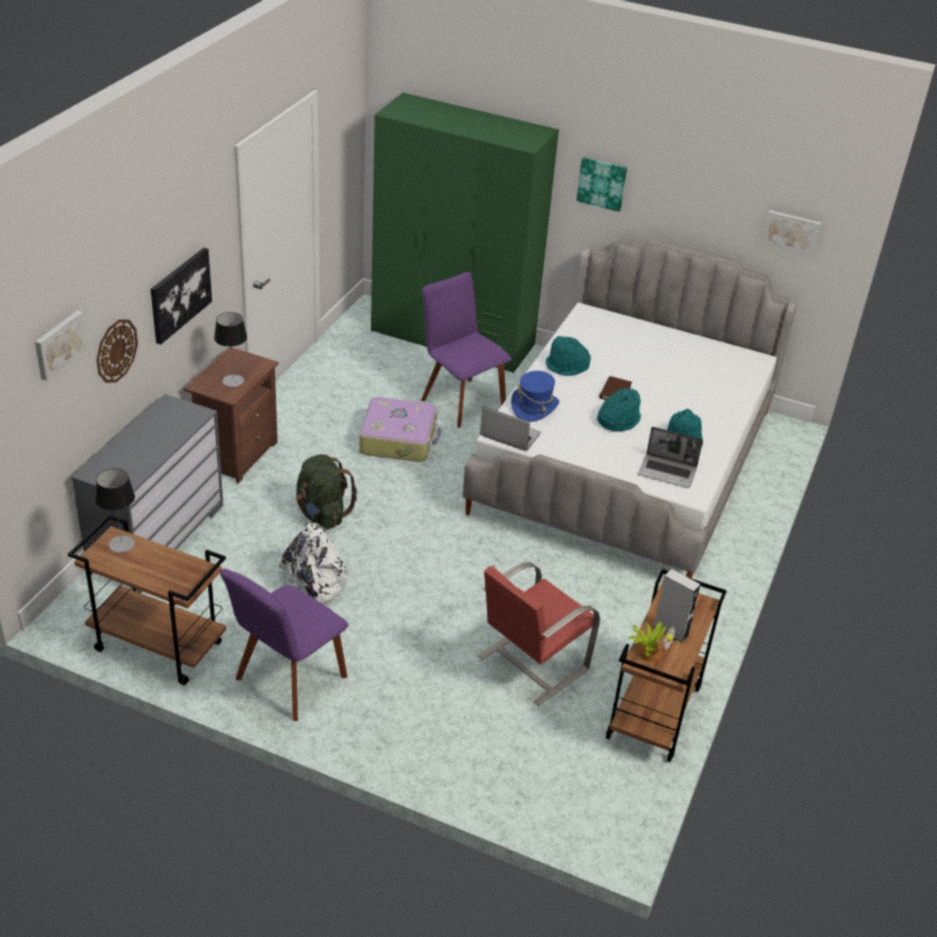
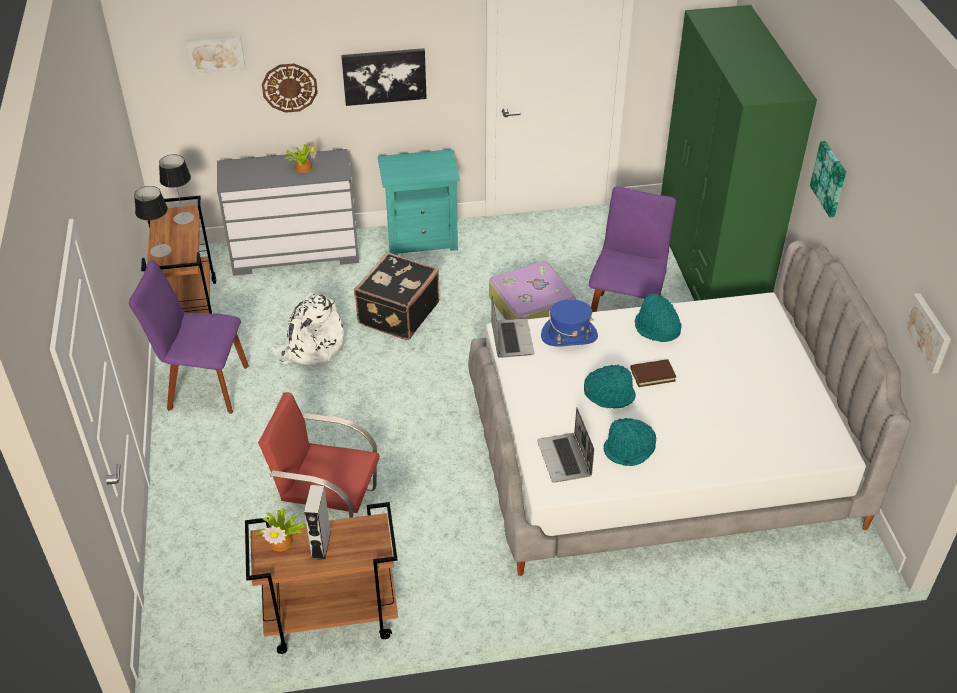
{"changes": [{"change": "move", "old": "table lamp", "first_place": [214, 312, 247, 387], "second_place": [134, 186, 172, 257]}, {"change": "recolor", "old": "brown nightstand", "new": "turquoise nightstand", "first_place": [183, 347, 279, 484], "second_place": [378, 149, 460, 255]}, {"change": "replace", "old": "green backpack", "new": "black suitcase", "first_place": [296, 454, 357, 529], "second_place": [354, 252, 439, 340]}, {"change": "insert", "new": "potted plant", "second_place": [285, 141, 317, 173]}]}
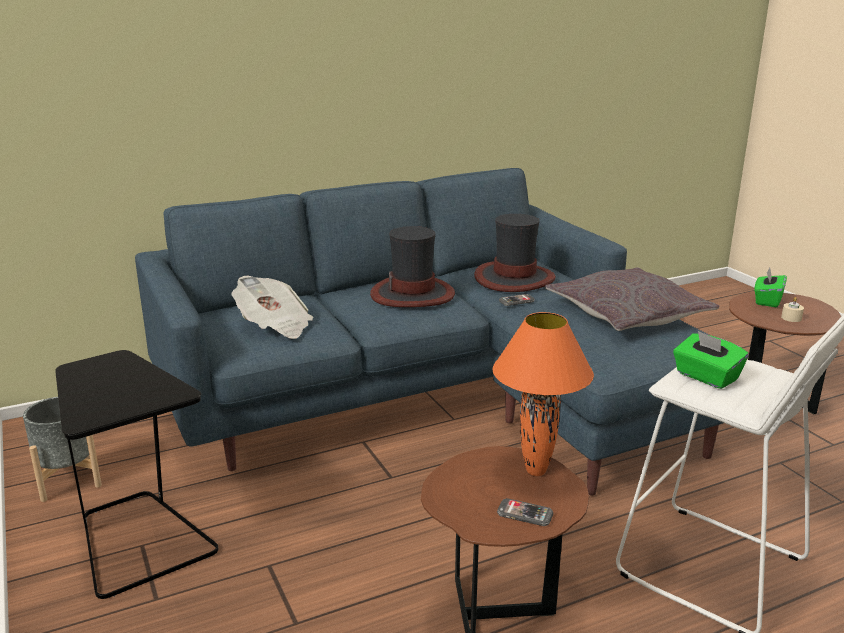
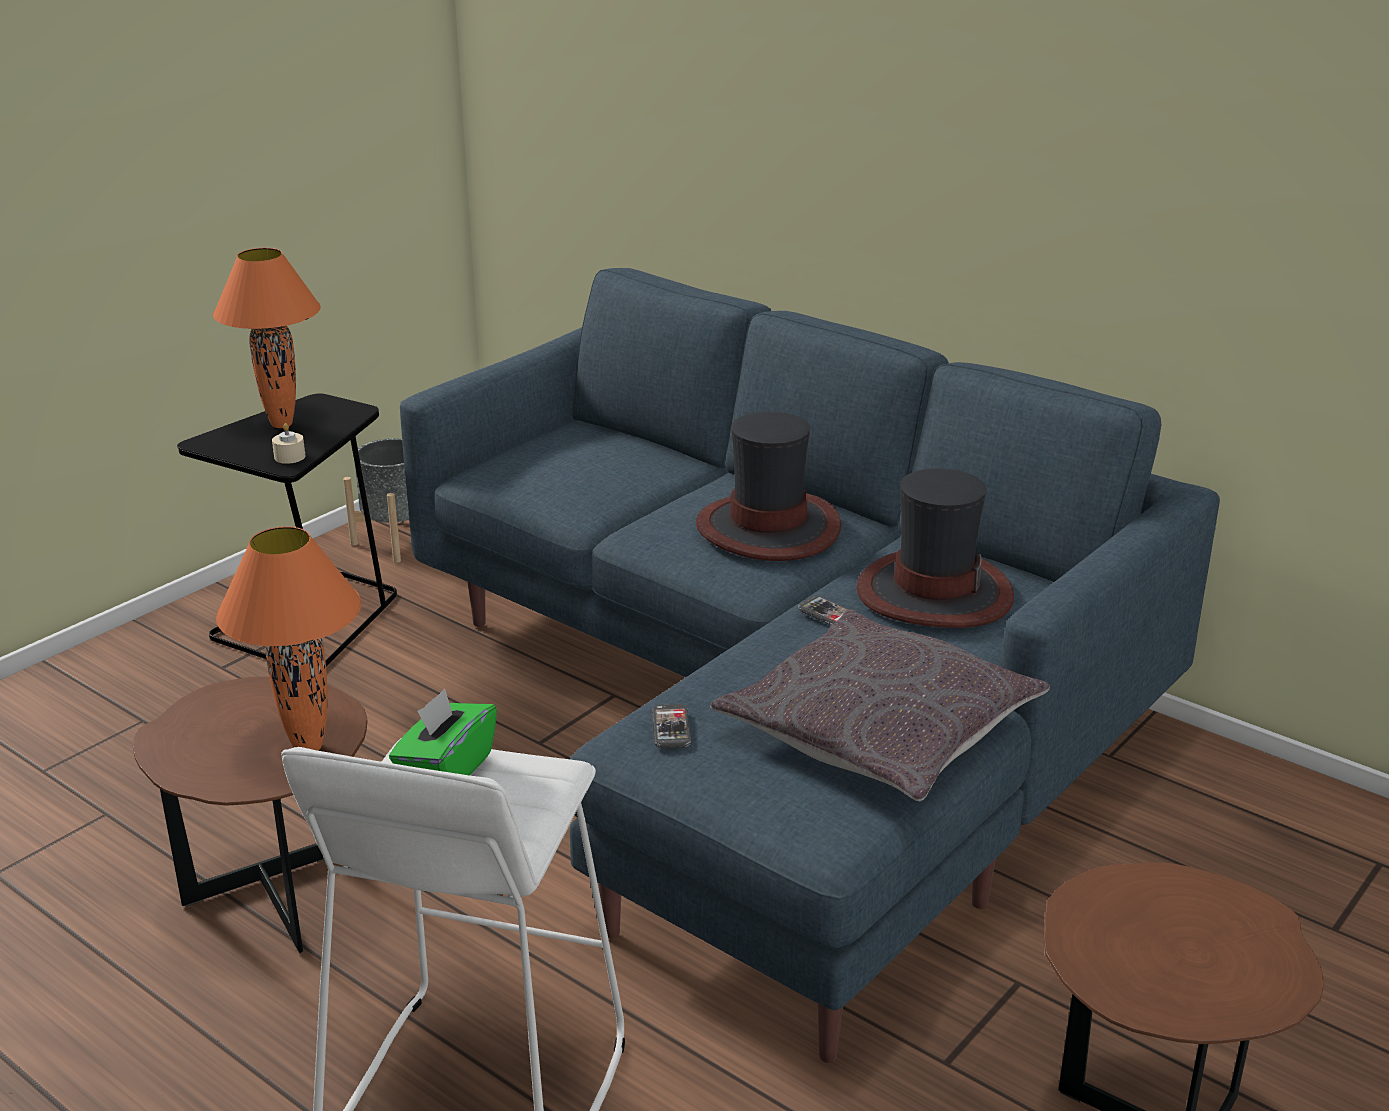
{"changes": [{"change": "delete", "old": "green tissue box", "first_place": [754, 268, 787, 308]}, {"change": "delete", "old": "newspaper", "first_place": [232, 276, 313, 339]}, {"change": "move", "old": "beige candle", "first_place": [781, 297, 804, 322], "second_place": [272, 423, 305, 464]}, {"change": "move", "old": "phone", "first_place": [497, 498, 553, 526], "second_place": [652, 704, 691, 748]}, {"change": "insert", "new": "orange table lamp", "second_place": [213, 248, 321, 428]}]}
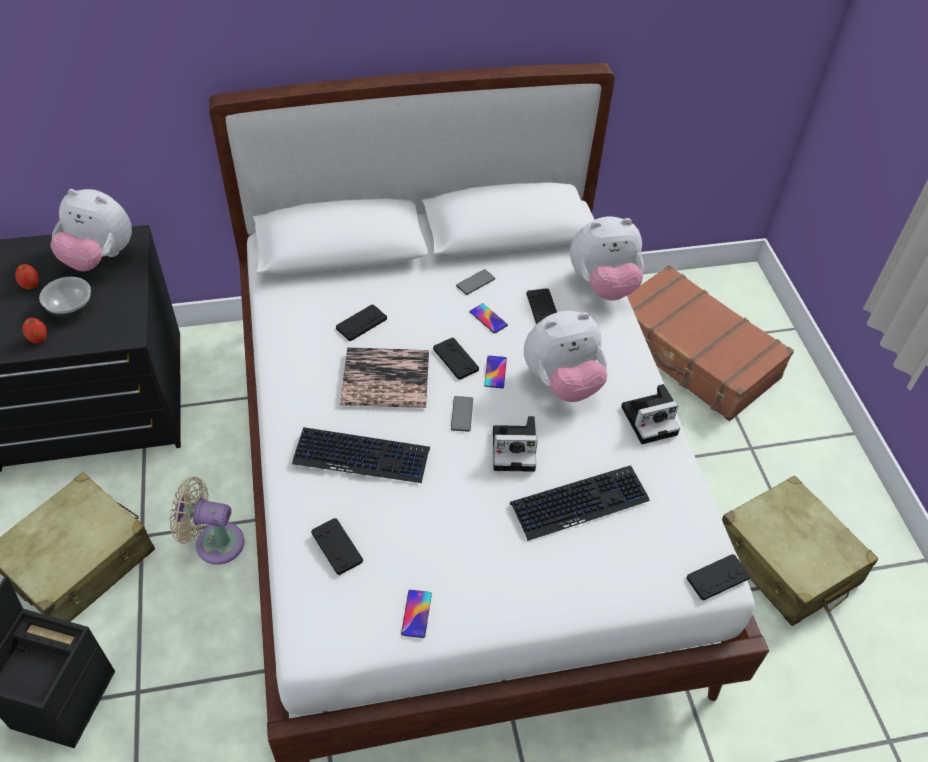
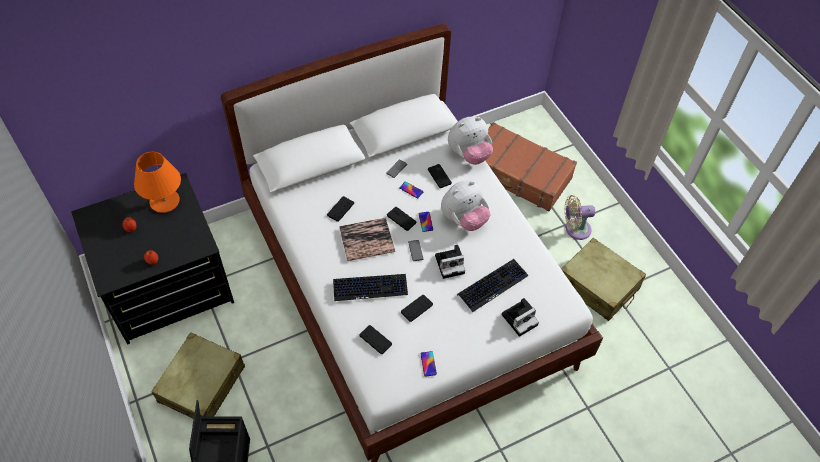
{"changes": [{"change": "replace", "old": "plush toy", "new": "orange table lamp", "first_place": [50, 189, 132, 271], "second_place": [134, 152, 181, 213]}, {"change": "delete", "old": "bowl", "first_place": [39, 277, 91, 318]}, {"change": "move", "old": "photo camera", "first_place": [621, 384, 680, 444], "second_place": [502, 298, 539, 337]}, {"change": "move", "old": "beige fan", "first_place": [170, 477, 245, 565], "second_place": [564, 195, 595, 240]}, {"change": "move", "old": "black game controller", "first_place": [687, 554, 750, 600], "second_place": [401, 295, 433, 322]}]}
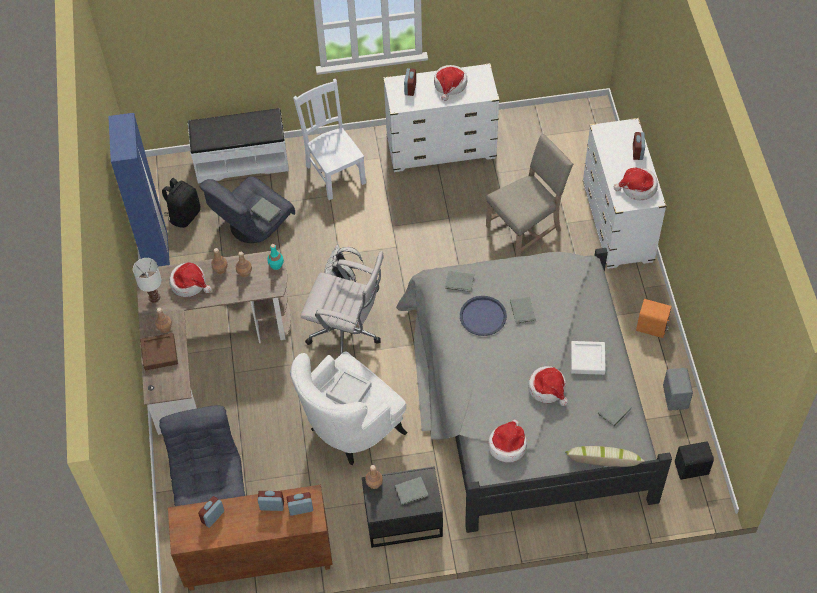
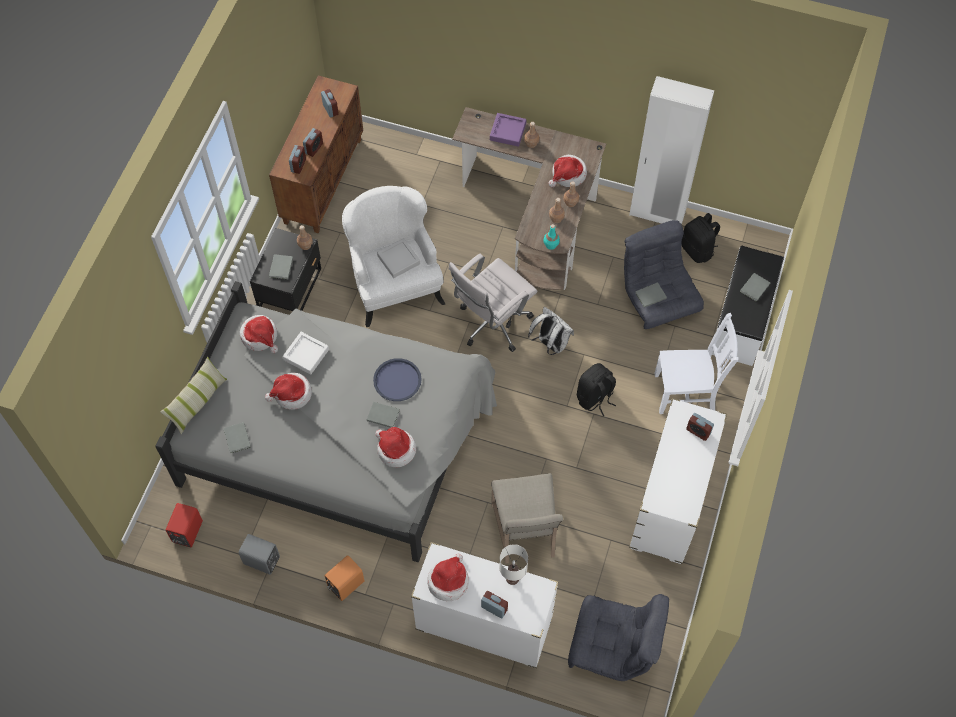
{"changes": [{"change": "move", "old": "hat", "first_place": [434, 65, 467, 101], "second_place": [375, 427, 416, 467]}, {"change": "recolor", "old": "blue wardrobe", "new": "white wardrobe", "first_place": [108, 113, 170, 273], "second_place": [629, 76, 714, 224]}, {"change": "move", "old": "white table lamp", "first_place": [133, 258, 162, 302], "second_place": [499, 544, 528, 585]}, {"change": "move", "old": "grey book", "first_place": [445, 271, 474, 292], "second_place": [740, 273, 770, 302]}, {"change": "recolor", "old": "brown tray", "new": "purple tray", "first_place": [140, 333, 178, 370], "second_place": [490, 113, 526, 147]}, {"change": "move", "old": "white tray", "first_place": [571, 341, 606, 375], "second_place": [283, 332, 329, 375]}, {"change": "move", "old": "grey armchair", "first_place": [159, 405, 245, 506], "second_place": [568, 594, 669, 681]}, {"change": "recolor", "old": "black speaker", "new": "red speaker", "first_place": [675, 441, 714, 480], "second_place": [165, 503, 203, 547]}, {"change": "insert", "new": "black backpack", "second_place": [577, 363, 616, 416]}]}
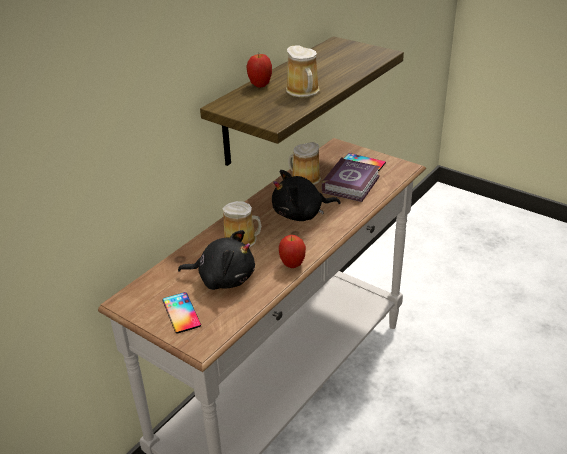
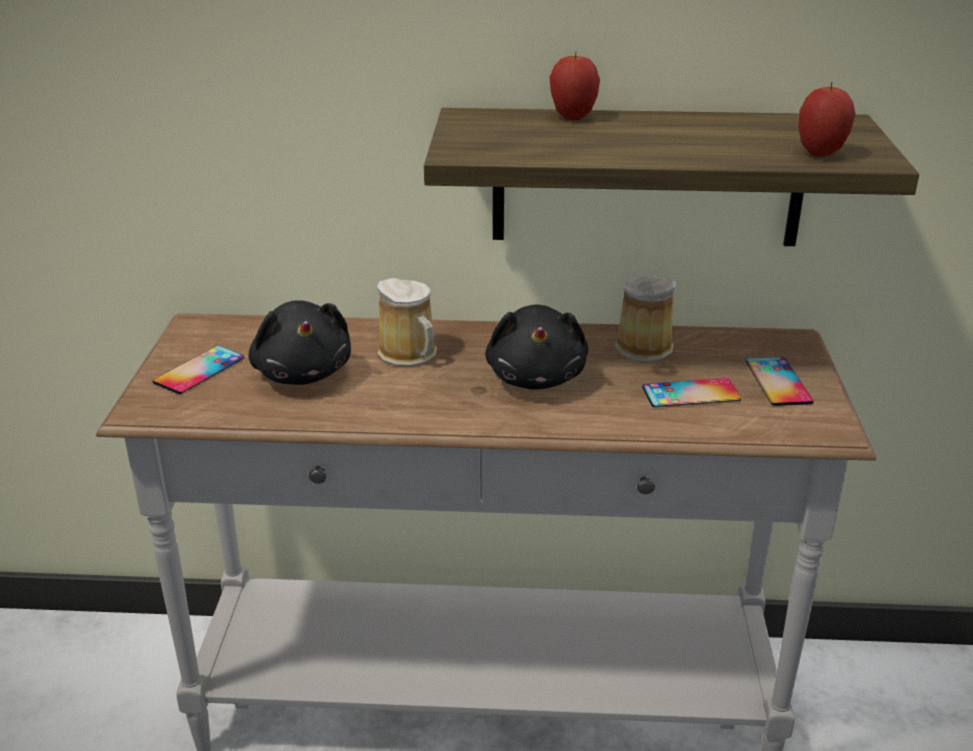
{"changes": [{"change": "delete", "old": "mug", "first_place": [286, 45, 320, 98]}, {"change": "replace", "old": "book", "new": "phone", "first_place": [321, 157, 380, 202], "second_place": [642, 378, 741, 407]}, {"change": "rotate", "old": "black plush toy", "first_place": [272, 170, 341, 221], "second_place": [485, 304, 588, 390], "degrees": -135}, {"change": "move", "old": "apple", "first_place": [279, 235, 306, 268], "second_place": [798, 82, 855, 157]}]}
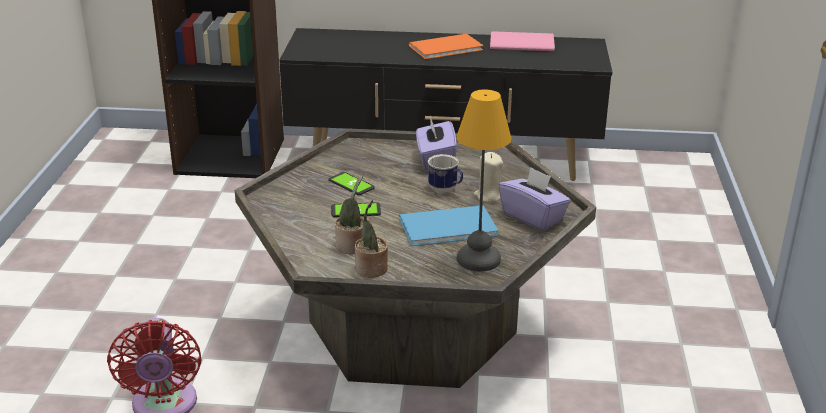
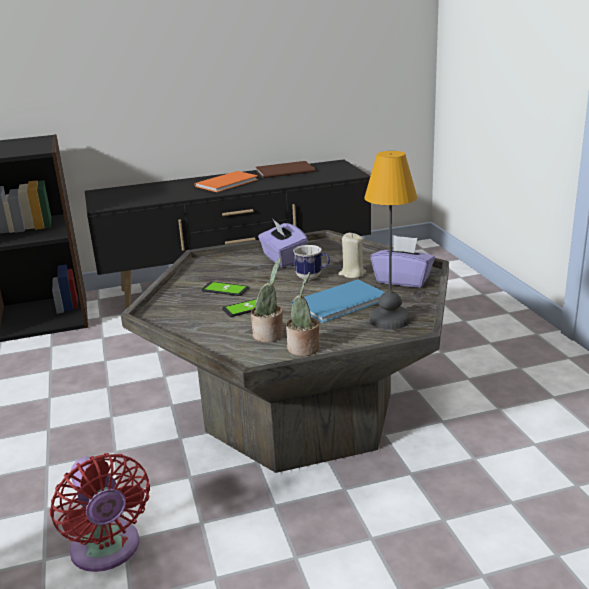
{"changes": [{"change": "recolor", "old": "pink book", "new": "brown book", "first_place": [490, 31, 555, 51], "second_place": [256, 161, 315, 178]}]}
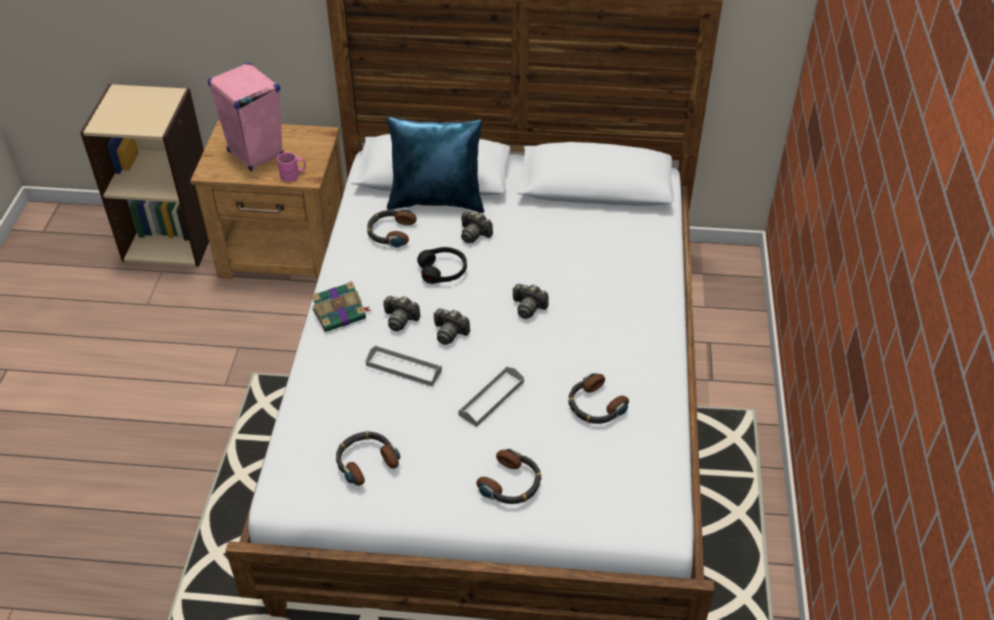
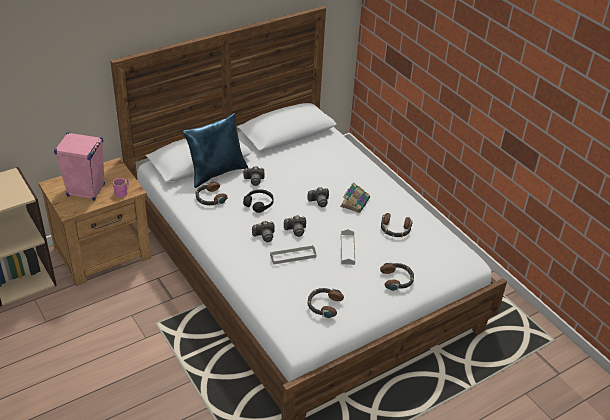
{"changes": [{"change": "move", "old": "book", "first_place": [311, 281, 371, 332], "second_place": [340, 182, 370, 213]}]}
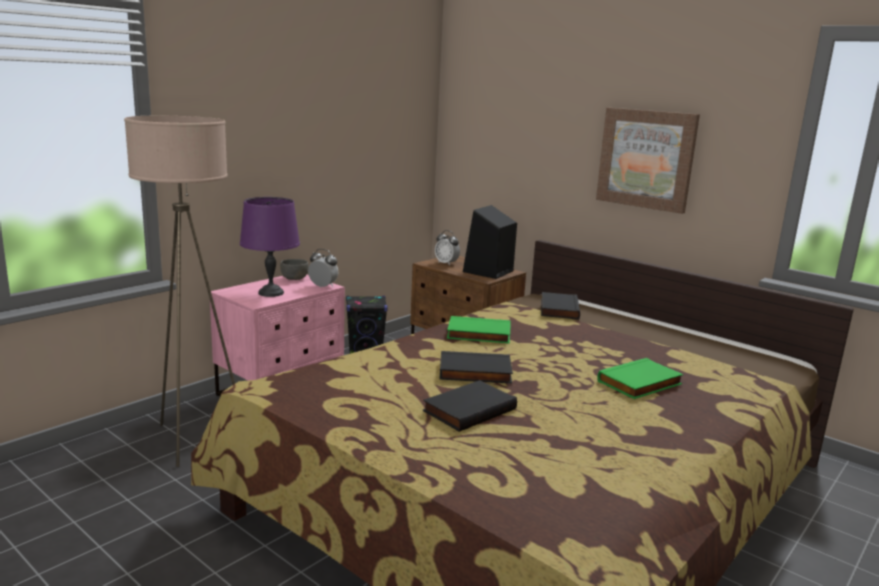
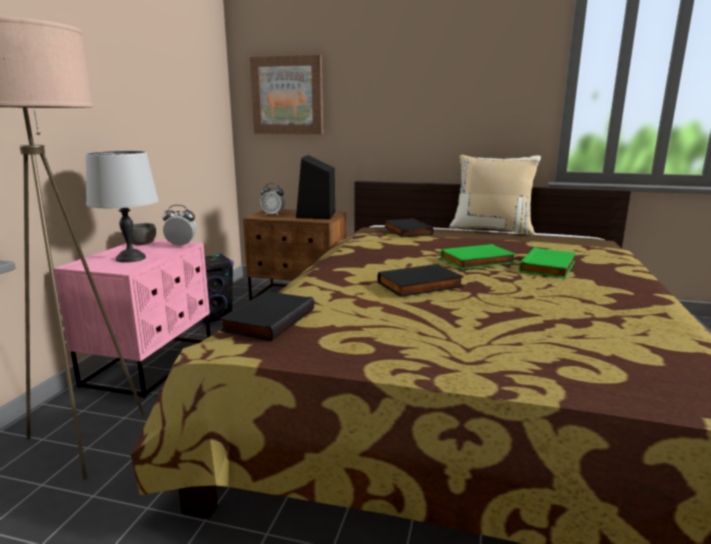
{"changes": [{"change": "move", "old": "picture", "first_place": [596, 108, 700, 214], "second_place": [250, 55, 323, 134]}, {"change": "recolor", "old": "purple table lamp", "new": "grey table lamp", "first_place": [240, 197, 300, 297], "second_place": [85, 151, 159, 263]}, {"change": "move", "old": "green book", "first_place": [447, 316, 510, 344], "second_place": [441, 244, 516, 269]}, {"change": "move", "old": "black book", "first_place": [422, 380, 517, 432], "second_place": [219, 291, 314, 341]}, {"change": "insert", "new": "beige pillow", "second_place": [449, 155, 541, 236]}]}
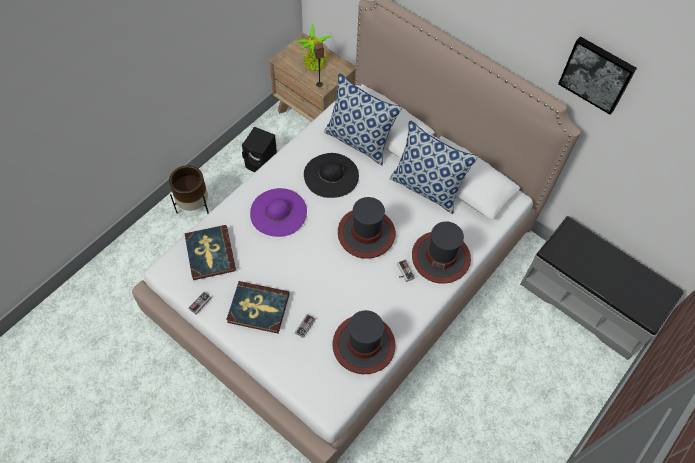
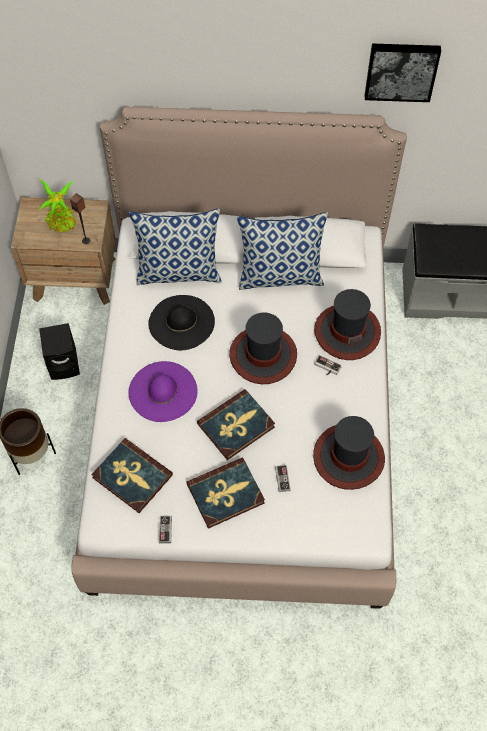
{"changes": [{"change": "insert", "new": "book", "second_place": [197, 389, 275, 460]}]}
